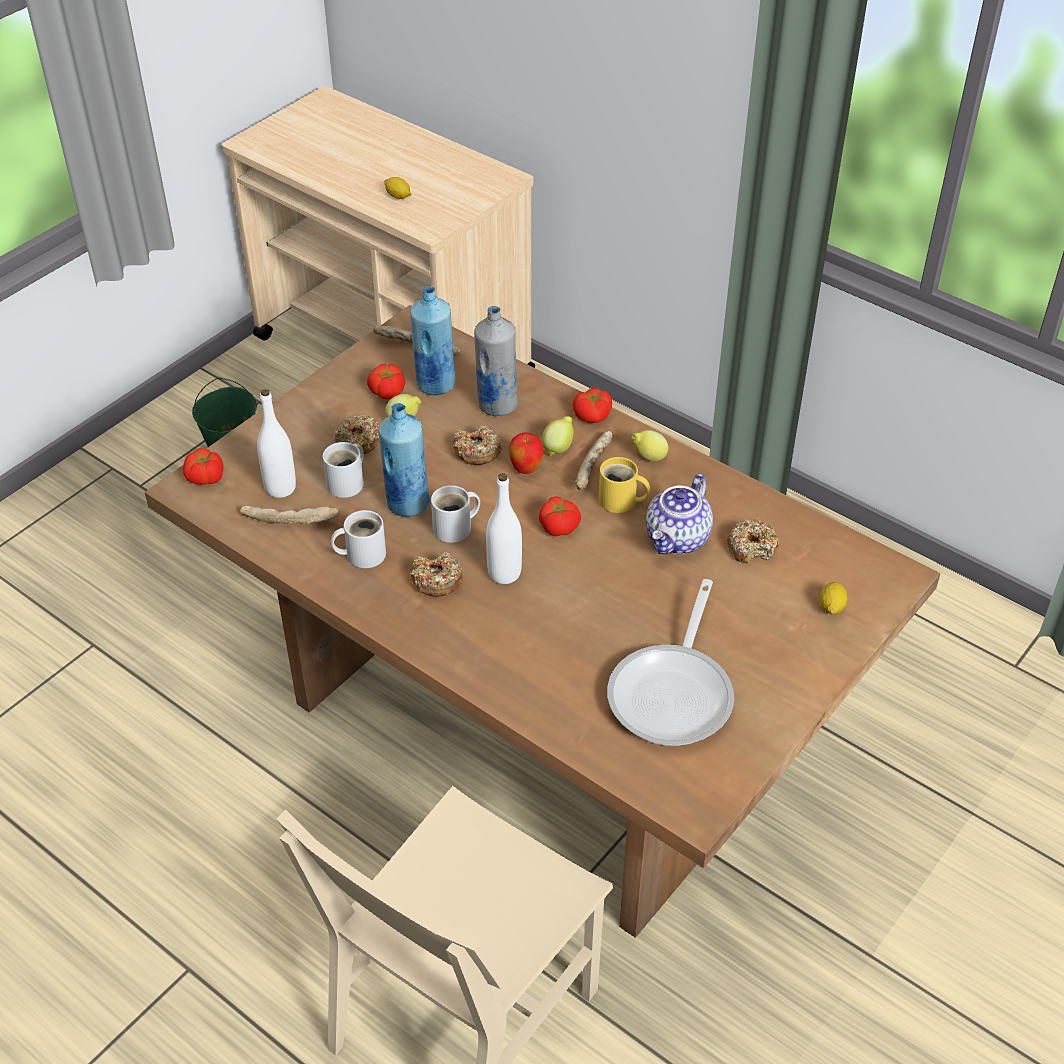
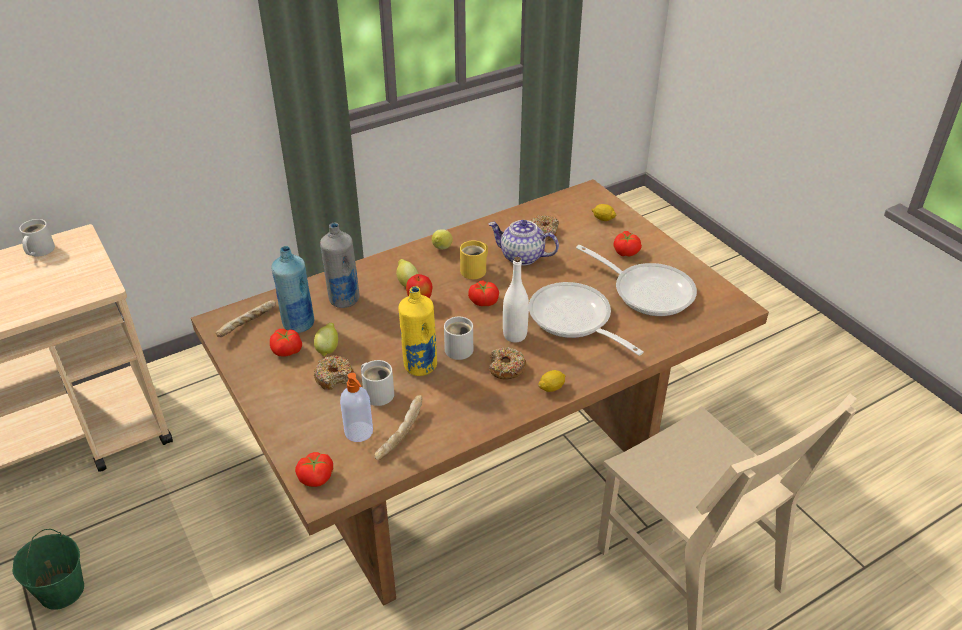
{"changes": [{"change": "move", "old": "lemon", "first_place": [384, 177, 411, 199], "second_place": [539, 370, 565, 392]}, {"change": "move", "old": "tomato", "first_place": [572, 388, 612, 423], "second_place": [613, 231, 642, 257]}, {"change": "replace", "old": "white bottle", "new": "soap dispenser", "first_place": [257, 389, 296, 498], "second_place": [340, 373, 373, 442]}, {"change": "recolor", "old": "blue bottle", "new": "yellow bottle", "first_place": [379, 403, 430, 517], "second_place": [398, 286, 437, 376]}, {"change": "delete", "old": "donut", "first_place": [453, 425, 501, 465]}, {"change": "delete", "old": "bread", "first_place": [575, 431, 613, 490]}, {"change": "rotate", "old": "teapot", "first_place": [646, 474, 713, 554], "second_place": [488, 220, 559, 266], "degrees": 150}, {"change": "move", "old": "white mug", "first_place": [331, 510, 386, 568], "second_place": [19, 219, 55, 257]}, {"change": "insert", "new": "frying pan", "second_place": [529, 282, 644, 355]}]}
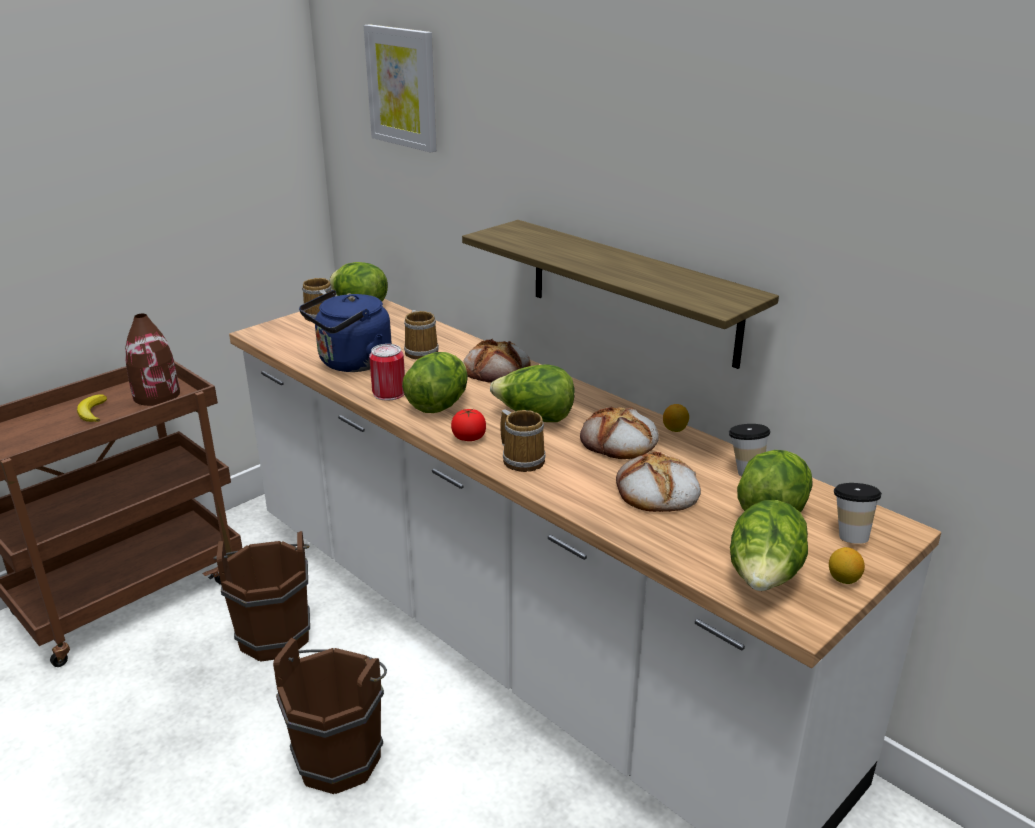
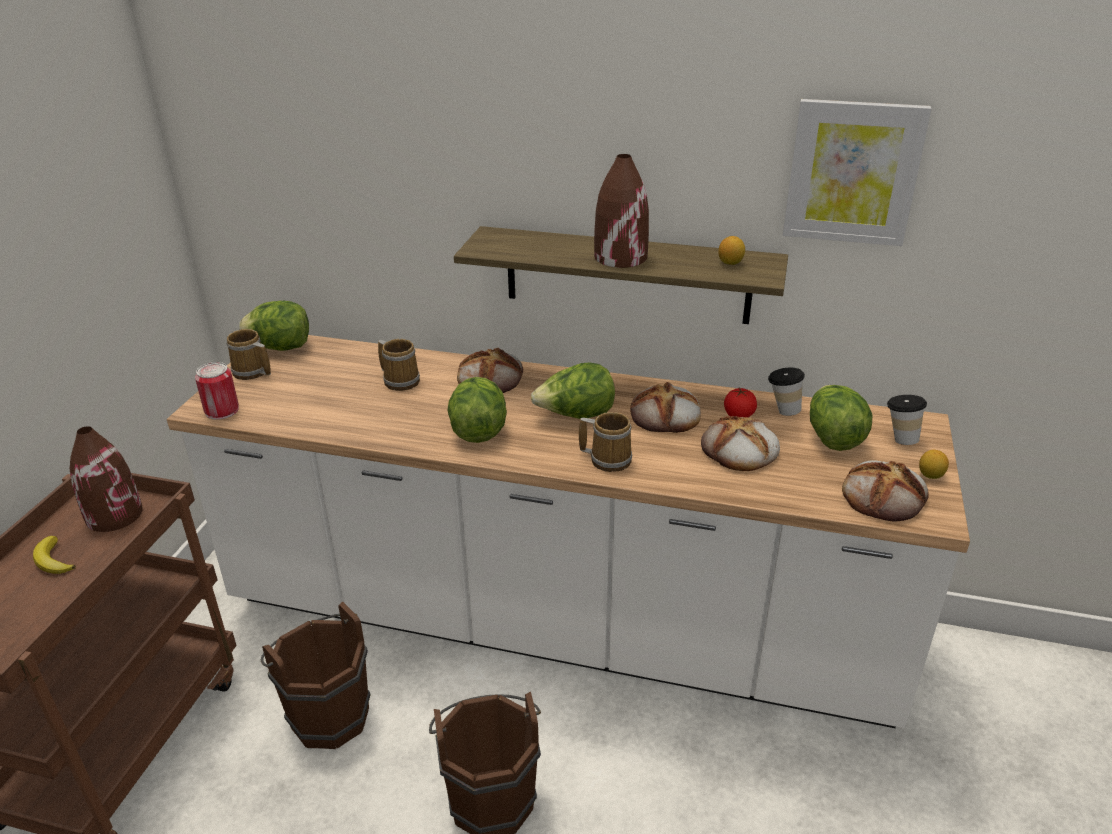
{"changes": [{"change": "move", "old": "picture", "first_place": [364, 24, 437, 153], "second_place": [783, 99, 931, 246]}, {"change": "delete", "old": "blue kettle", "first_place": [299, 290, 392, 372]}, {"change": "move", "old": "can", "first_place": [369, 344, 405, 401], "second_place": [195, 362, 239, 420]}, {"change": "move", "old": "lemon", "first_place": [663, 404, 689, 432], "second_place": [718, 236, 745, 265]}, {"change": "move", "old": "tomato", "first_place": [451, 409, 486, 441], "second_place": [724, 388, 757, 417]}, {"change": "replace", "old": "lettuce", "new": "bread", "first_place": [730, 500, 808, 591], "second_place": [842, 460, 929, 522]}, {"change": "insert", "new": "brown vase", "second_place": [594, 154, 649, 268]}]}
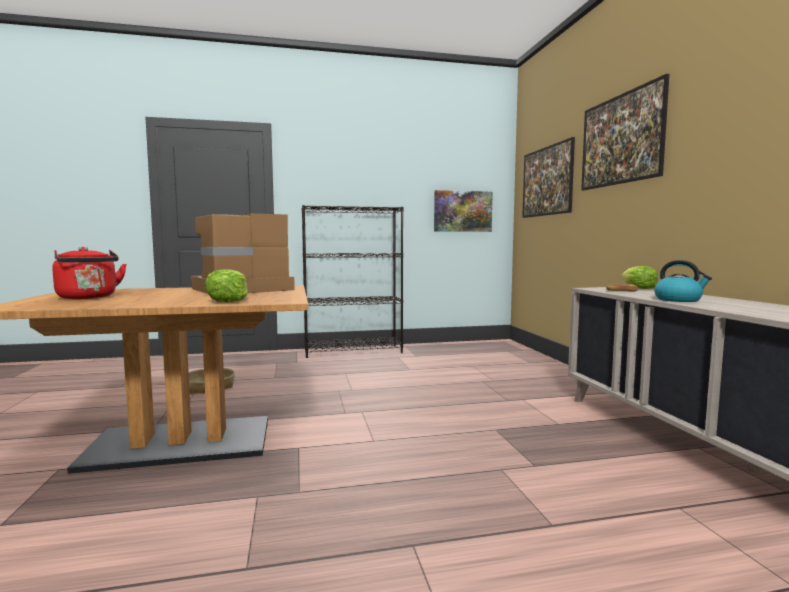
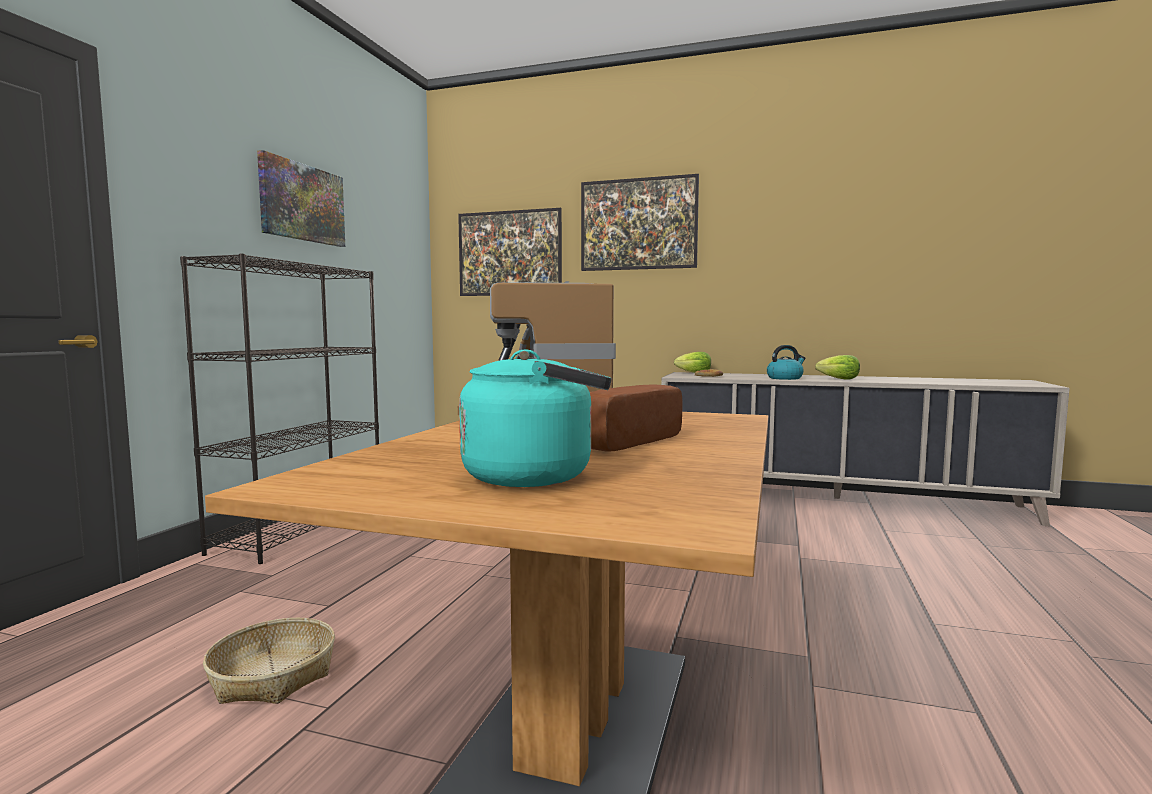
{"changes": [{"change": "move", "old": "picture", "first_place": [434, 190, 493, 232], "second_place": [257, 150, 345, 247]}, {"change": "recolor", "old": "red kettle", "new": "turquoise kettle", "first_place": [52, 247, 127, 299], "second_place": [459, 349, 611, 487]}, {"change": "move", "old": "lettuce", "first_place": [205, 269, 248, 302], "second_place": [815, 355, 860, 380]}, {"change": "insert", "new": "bread", "second_place": [590, 384, 683, 452]}]}
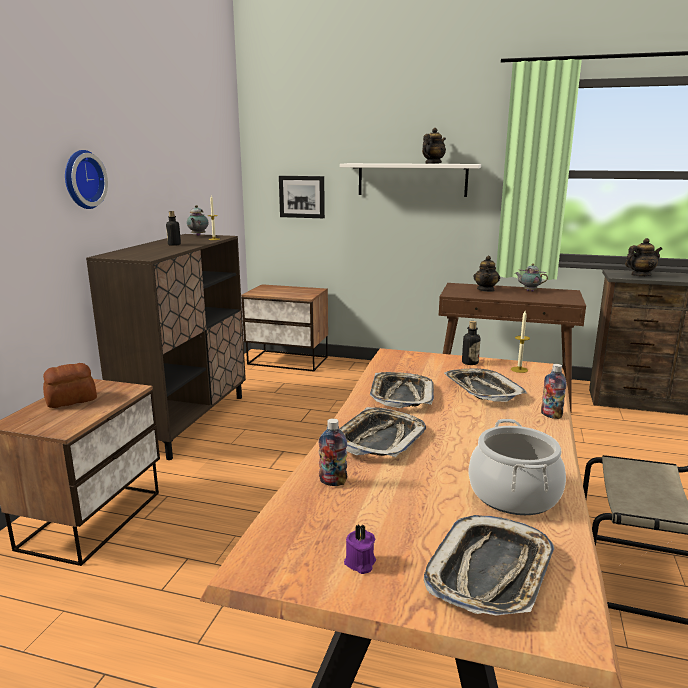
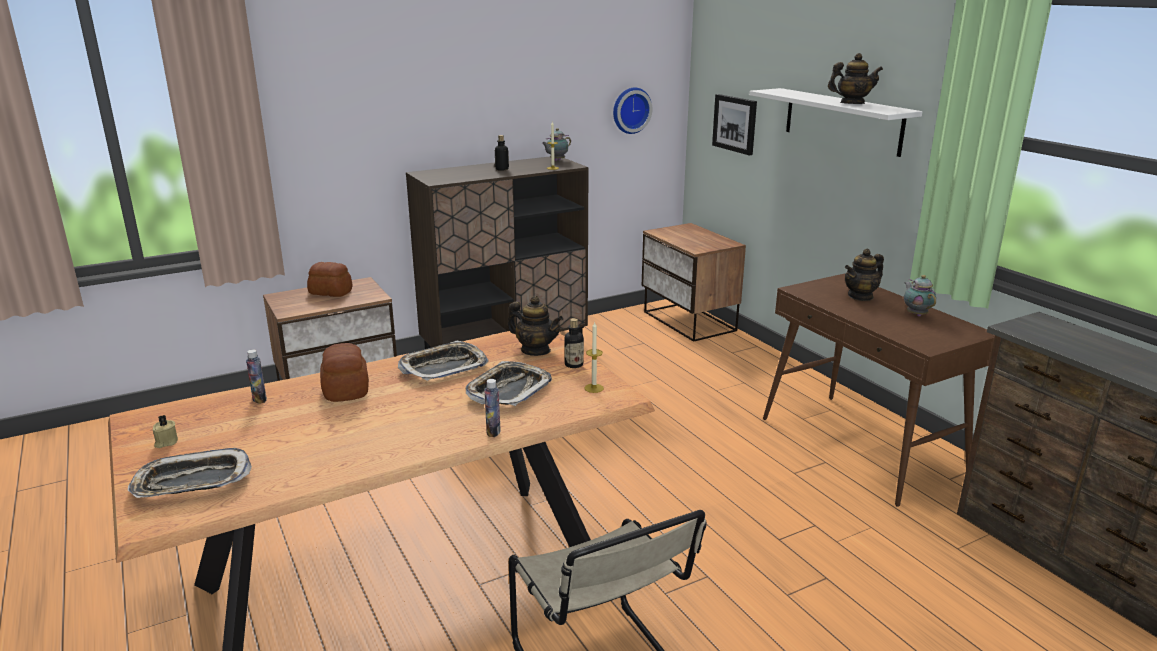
{"changes": [{"change": "move", "old": "wall clock", "first_place": [65, 150, 108, 209], "second_place": [613, 88, 652, 134]}, {"change": "move", "old": "teapot", "first_place": [625, 238, 662, 276], "second_place": [507, 296, 563, 356]}, {"change": "replace", "old": "tray", "new": "bread", "first_place": [339, 407, 426, 457], "second_place": [320, 343, 369, 402]}, {"change": "delete", "old": "cooking pot", "first_place": [468, 419, 566, 515]}, {"change": "recolor", "old": "purple candle", "new": "beige candle", "first_place": [344, 524, 376, 574], "second_place": [153, 415, 178, 448]}]}
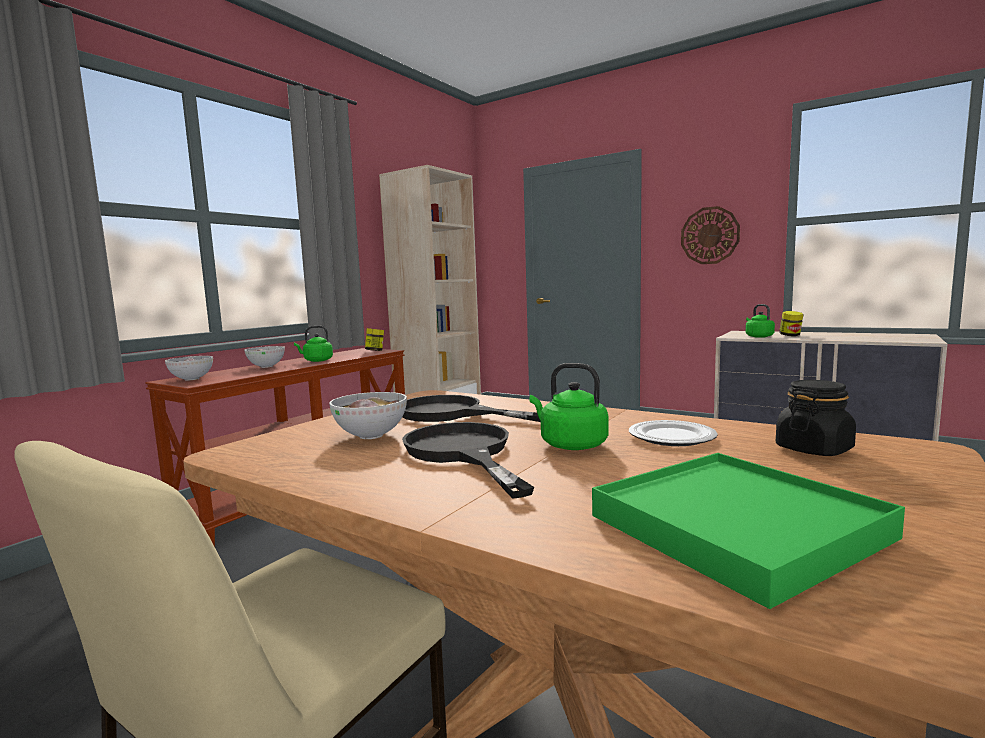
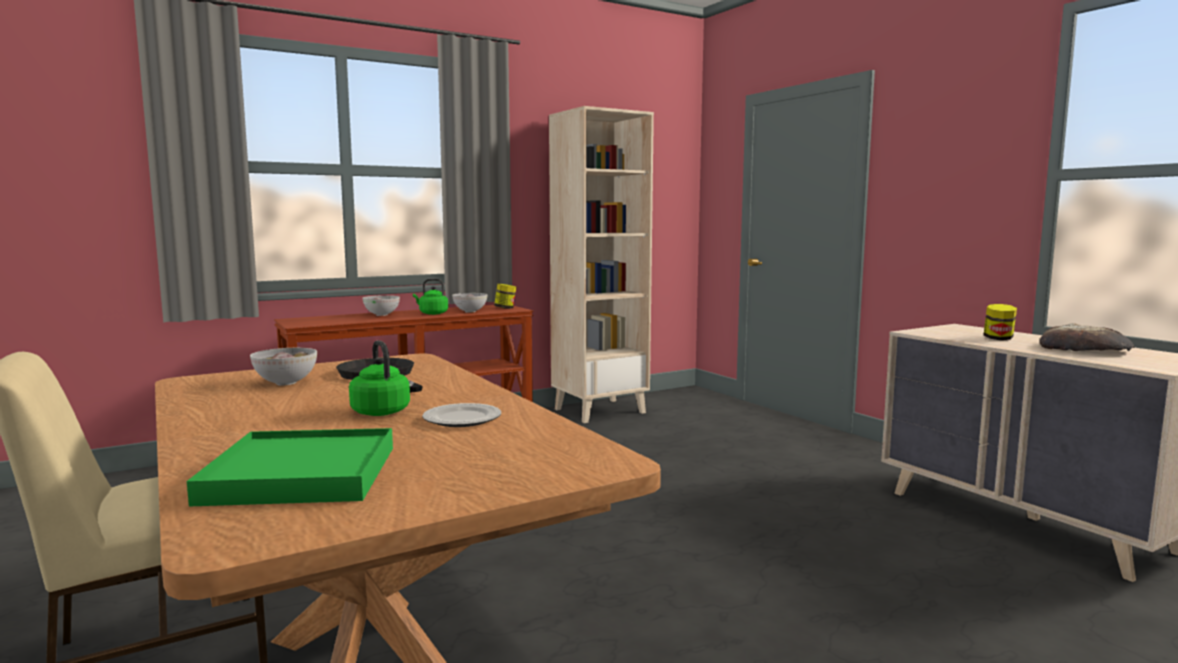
{"changes": [{"change": "delete", "old": "wall clock", "first_place": [681, 206, 740, 264]}, {"change": "delete", "old": "green kettle", "first_place": [745, 304, 775, 338]}, {"change": "move", "old": "bowl", "first_place": [165, 356, 213, 381], "second_place": [452, 293, 487, 313]}, {"change": "delete", "old": "black jar", "first_place": [776, 380, 856, 456]}, {"change": "delete", "old": "black frying pan", "first_place": [402, 422, 534, 499]}, {"change": "insert", "new": "bread", "second_place": [1040, 323, 1134, 351]}]}
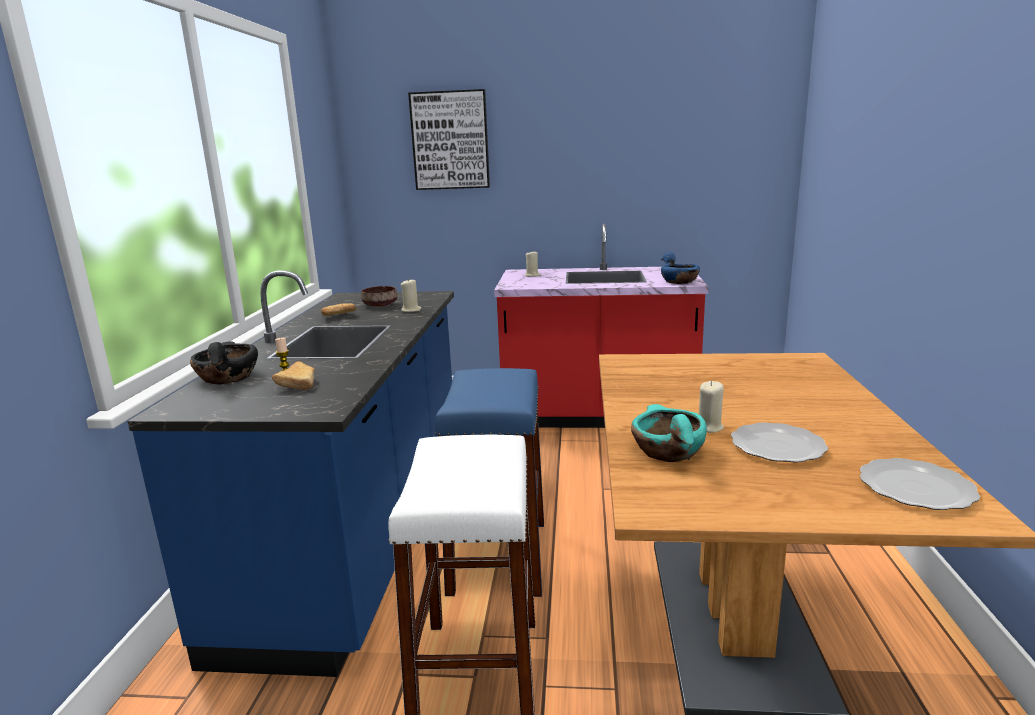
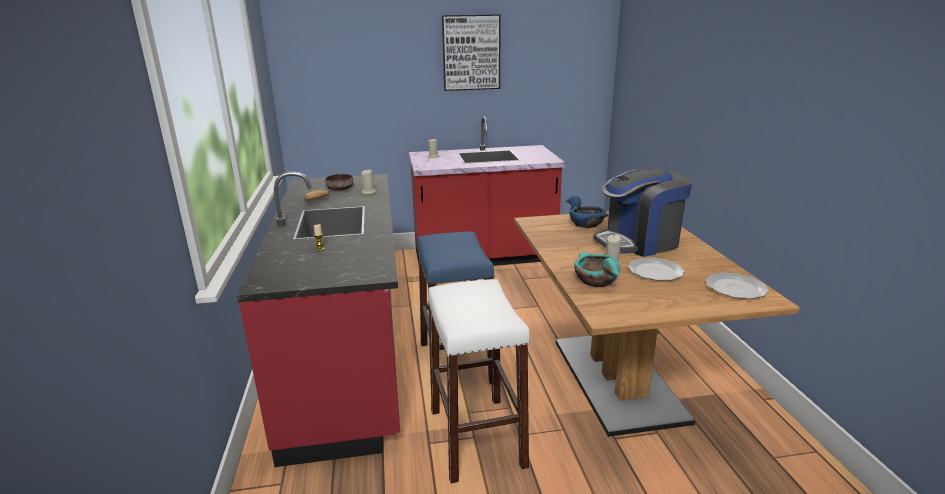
{"changes": [{"change": "move", "old": "picture", "first_place": [408, 89, 490, 190], "second_place": [442, 14, 501, 91]}, {"change": "move", "old": "blue bowl", "first_place": [661, 252, 700, 284], "second_place": [565, 196, 608, 228]}, {"change": "recolor", "old": "blue counter", "new": "red counter", "first_place": [127, 270, 454, 677], "second_place": [237, 172, 400, 467]}, {"change": "delete", "old": "black bowl", "first_place": [190, 342, 258, 384]}, {"change": "delete", "old": "bread", "first_place": [272, 361, 315, 390]}, {"change": "insert", "new": "coffee machine", "second_place": [593, 168, 692, 257]}]}
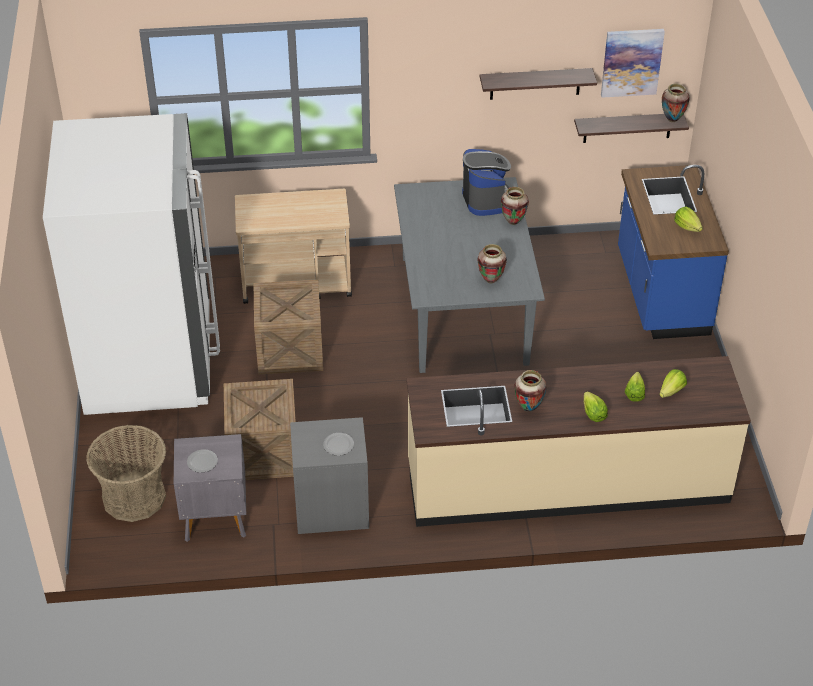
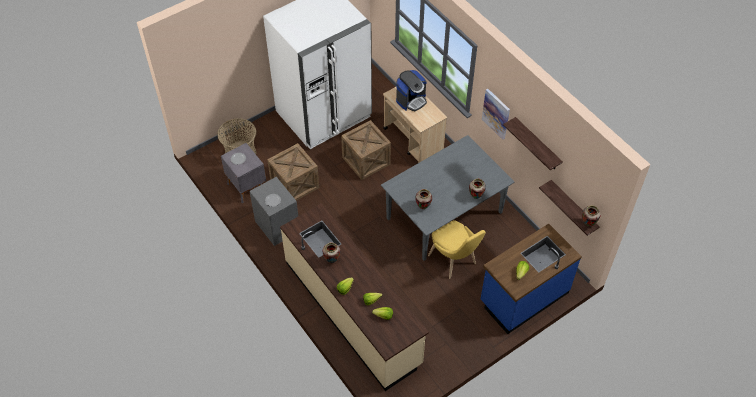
{"changes": [{"change": "move", "old": "picture", "first_place": [601, 29, 665, 98], "second_place": [482, 89, 510, 140]}, {"change": "move", "old": "coffee machine", "first_place": [462, 149, 511, 216], "second_place": [396, 70, 427, 111]}, {"change": "insert", "new": "yellow chair", "second_place": [428, 220, 486, 279]}]}
